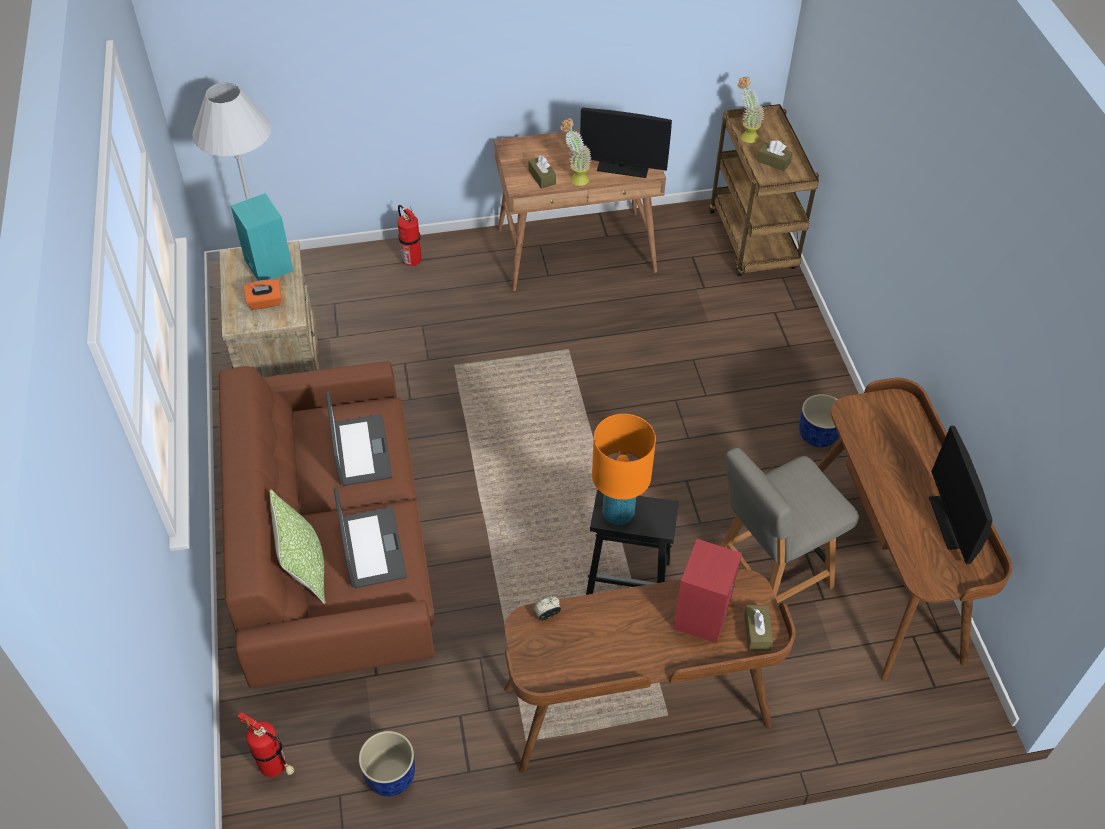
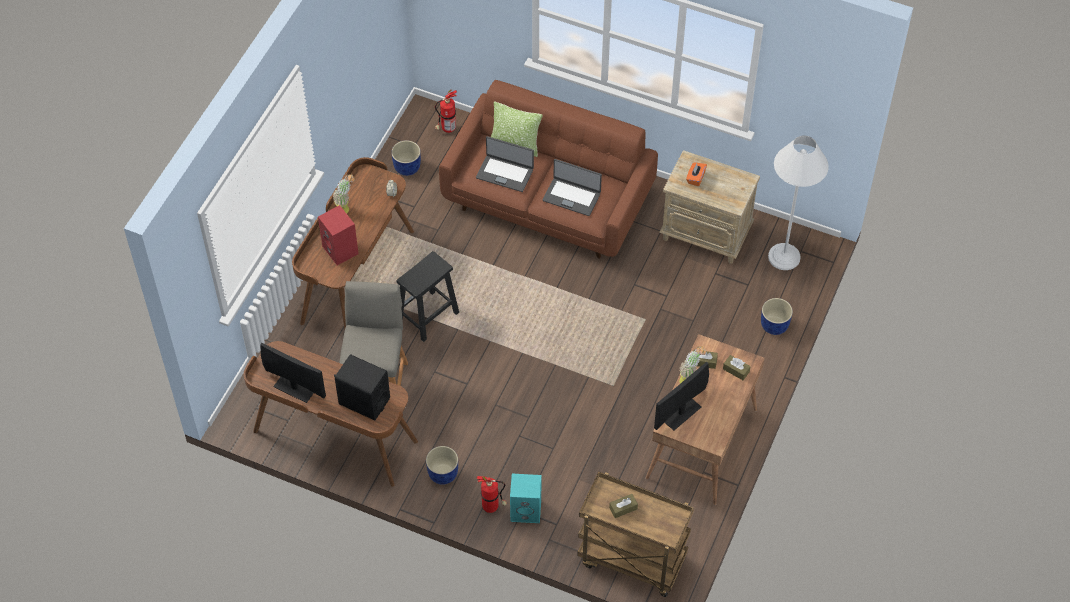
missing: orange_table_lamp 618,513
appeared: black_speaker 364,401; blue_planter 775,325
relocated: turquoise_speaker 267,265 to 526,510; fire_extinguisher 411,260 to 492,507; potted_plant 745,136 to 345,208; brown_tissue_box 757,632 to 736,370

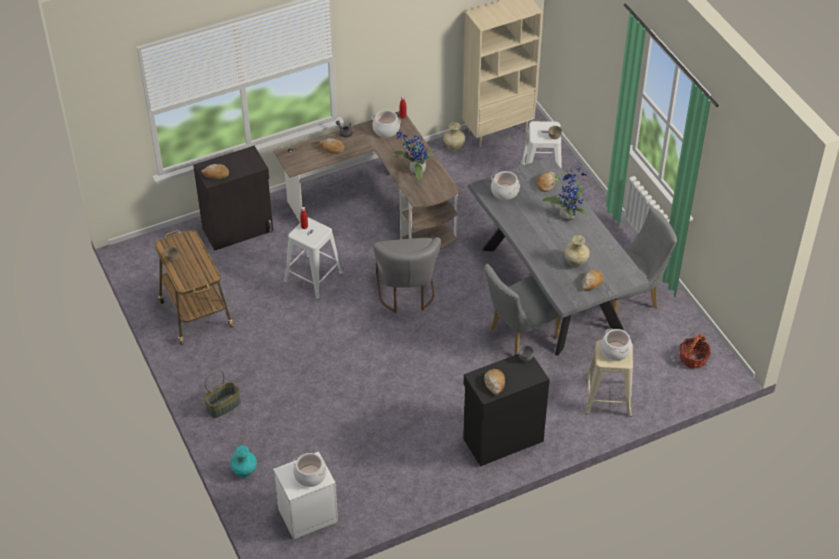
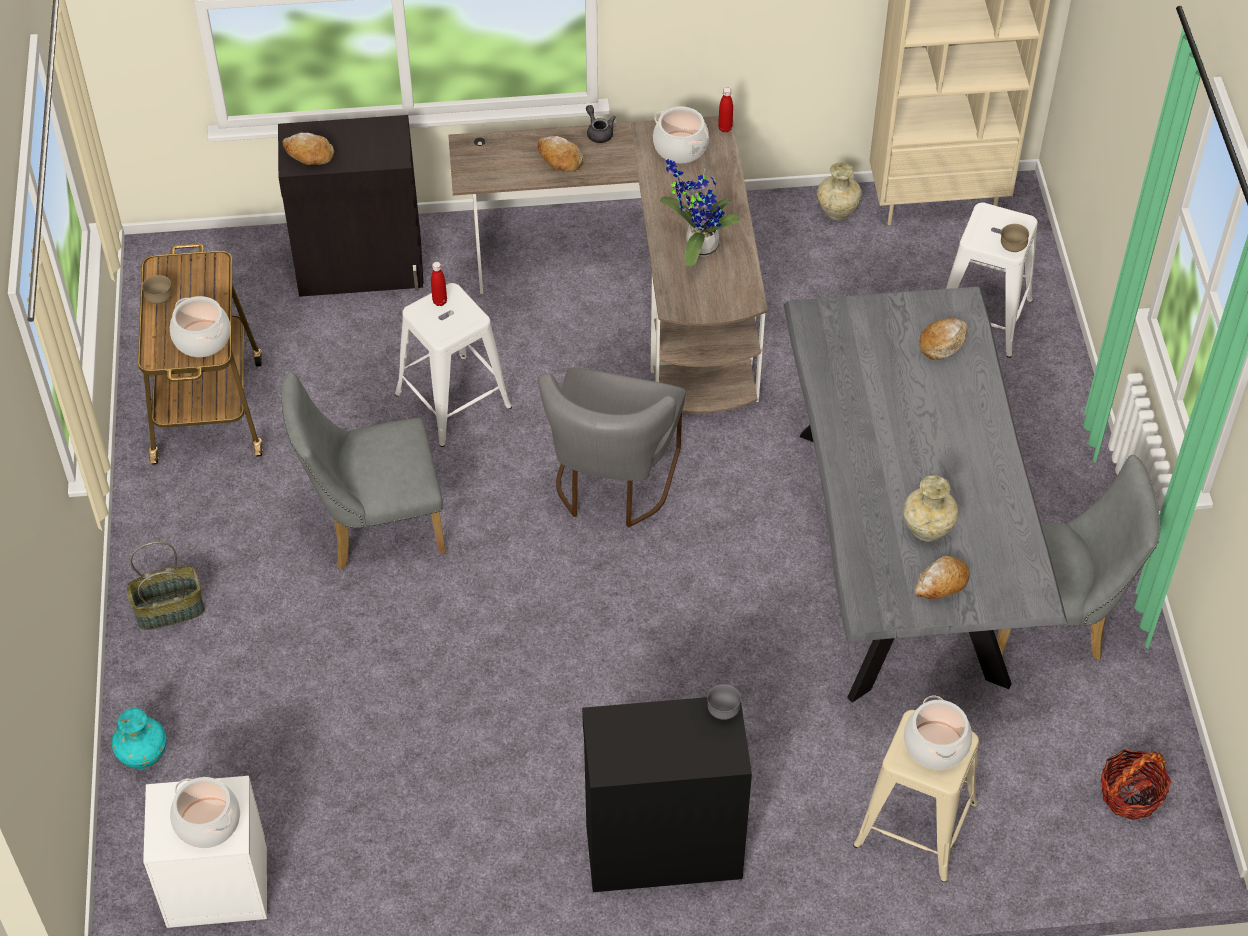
missing: bread 495,384; potted_plant 568,214
relocated: grey_chair 519,335 to 373,526; cooking_pot 504,192 to 202,339

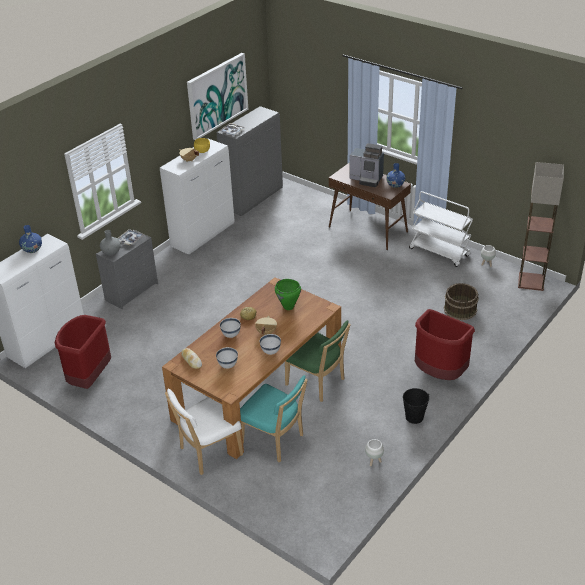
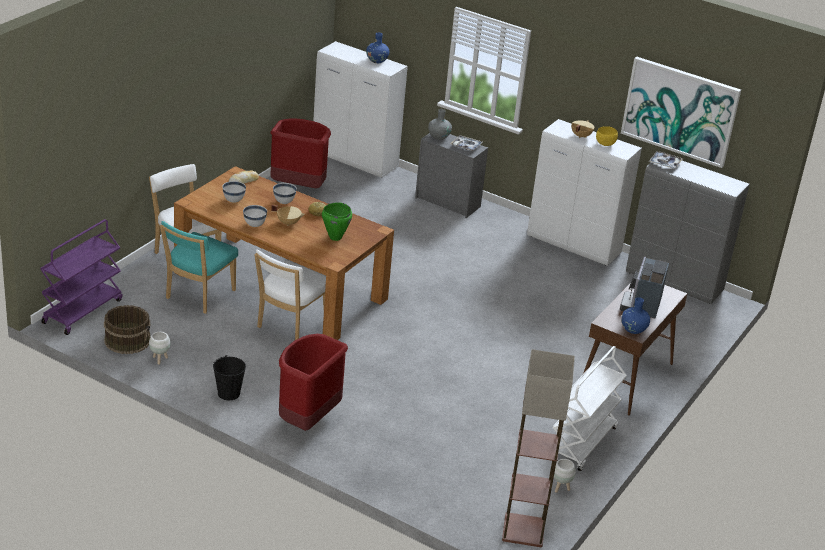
appeared: purple_cart 82,311
relocated: brown_bucket 460,309 to 127,340
colour: green_chair 317,383 to white_chair 290,325

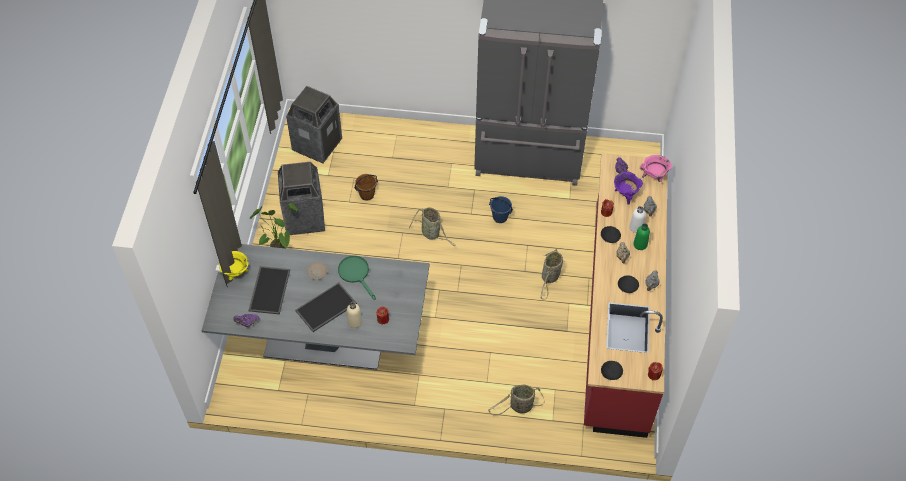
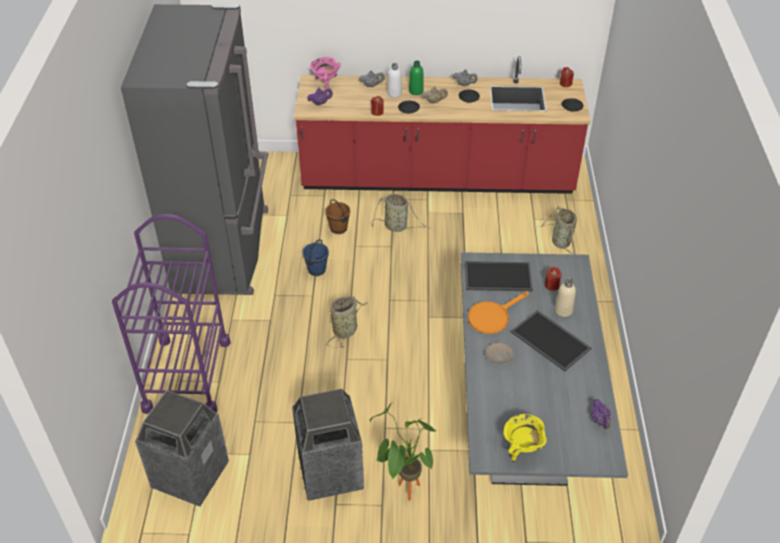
missing: purple_cooking_pot 625,194
appeared: purple_cart 187,375
relocated: tray 268,289 to 497,277; brown_bucket 367,194 to 338,229
colour: green_frying_pan 356,274 to orange_frying_pan 492,316

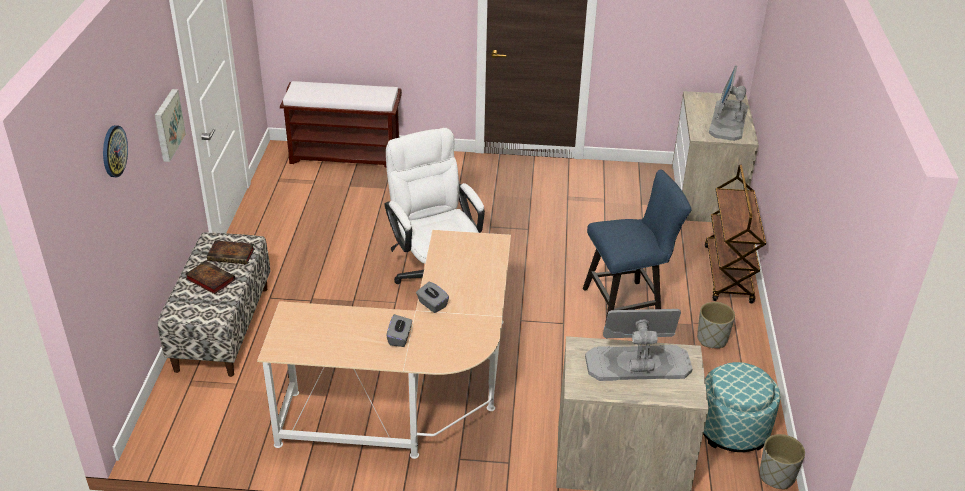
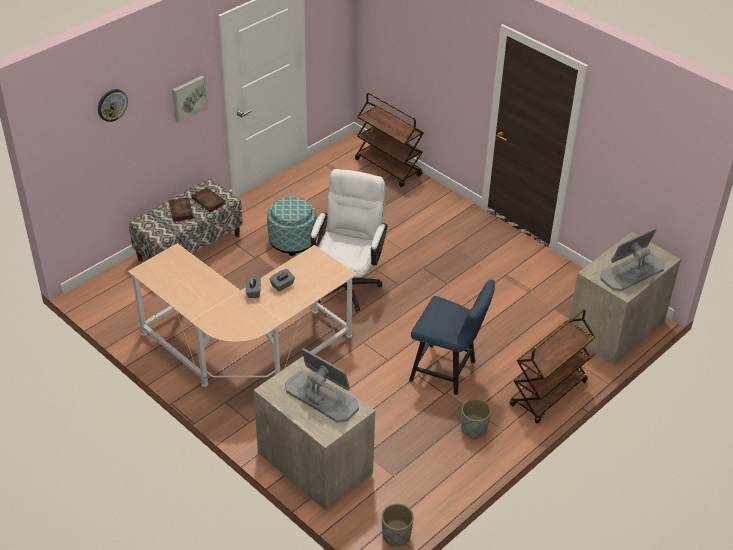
relocated: grey_tissue_box 400,338 to 282,285; ottoman 732,429 to 292,241
exchanged: brown_bench 346,156 to brown_cart 388,168

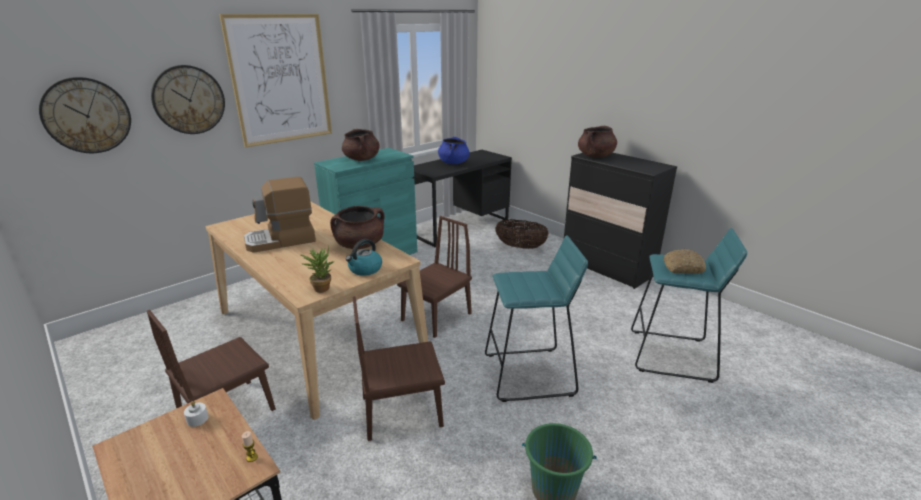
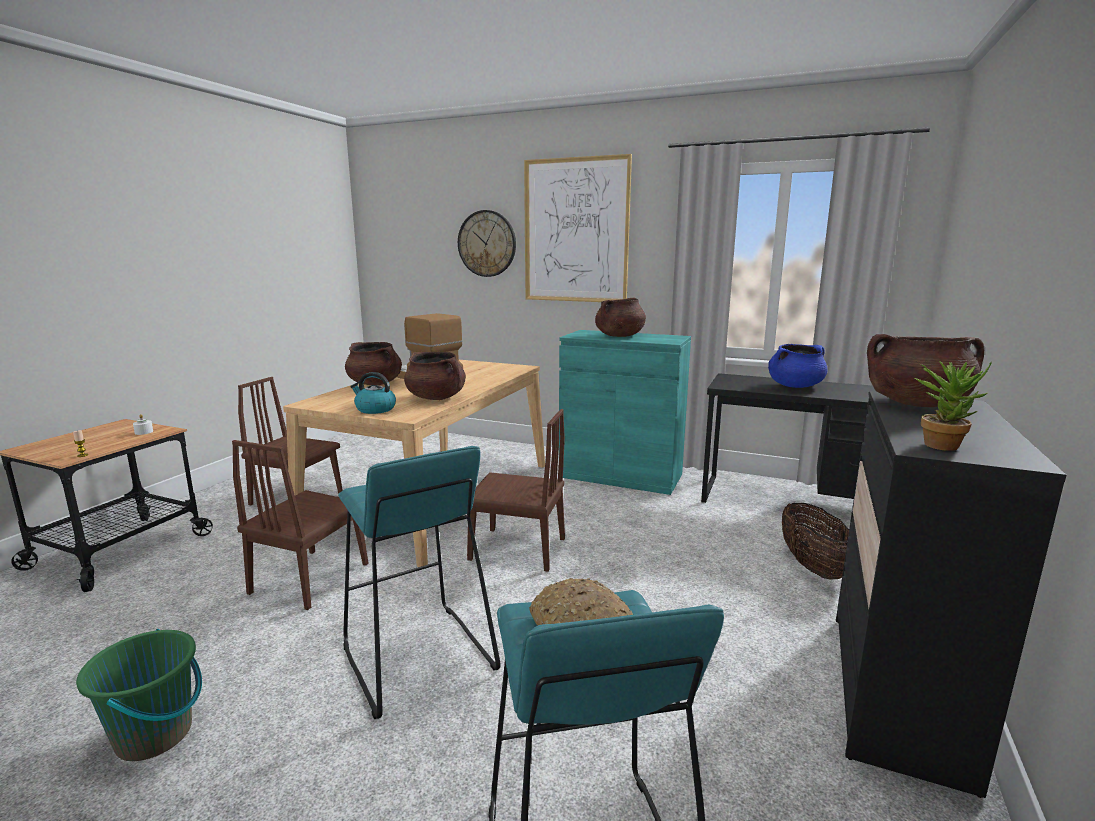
missing: wall_clock 86,115
appeared: brown_cooking_pot 375,384
relocated: potted_plant 321,287 to 942,444
spun: brown_chair 402,411 = 310,578 120 degrees counterclockwise

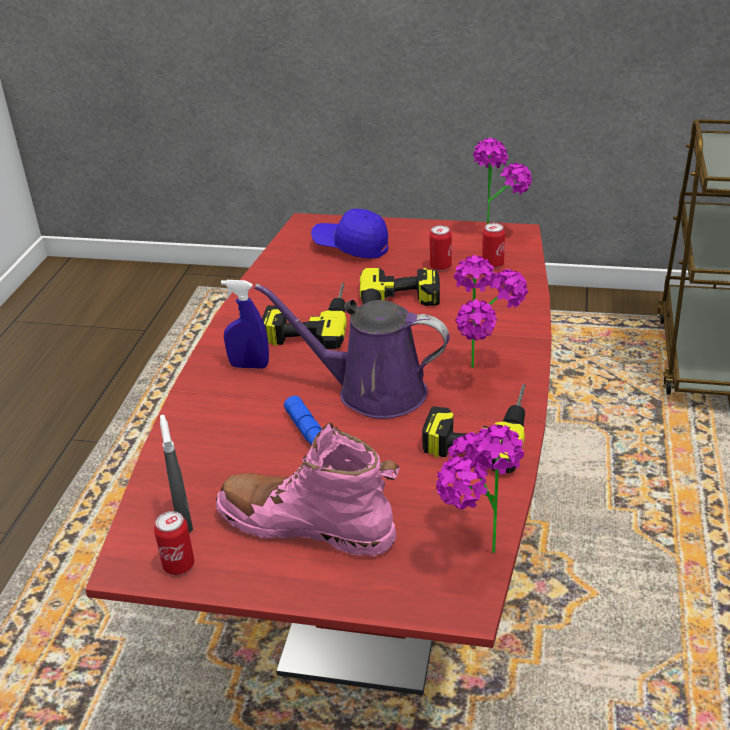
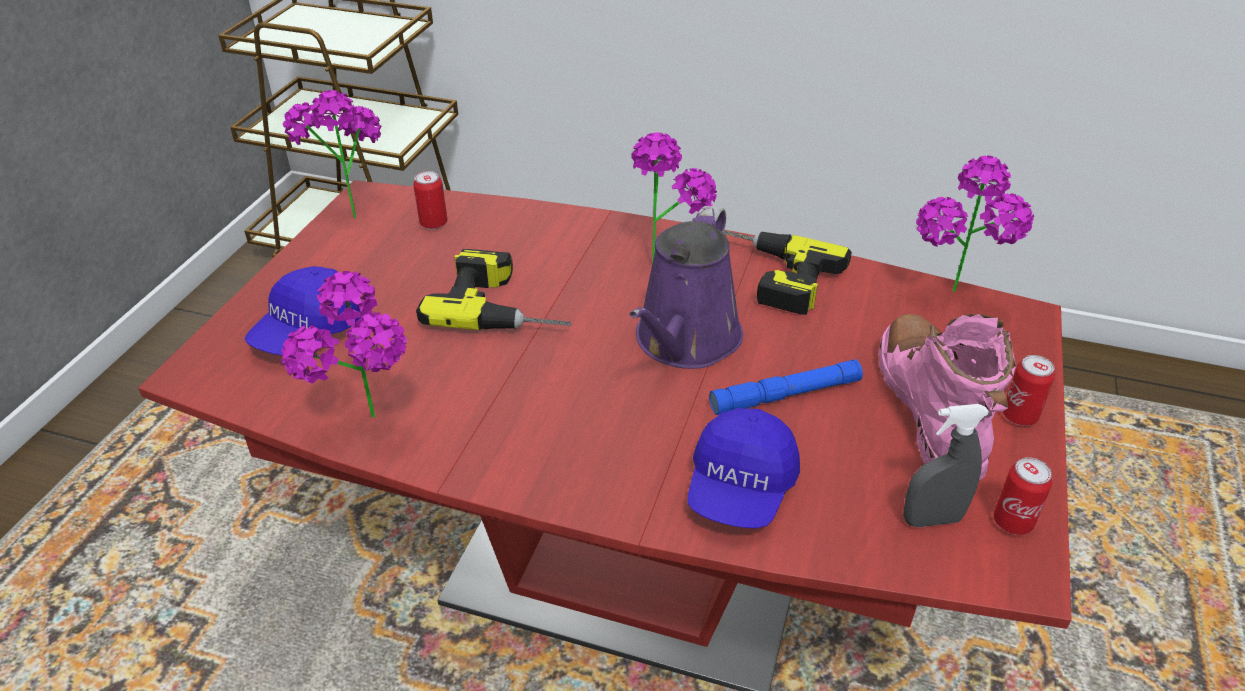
missing: blue_spray_bottle 249,366; power_drill 309,321
appeared: potted_plant 370,432; blue_cap 740,489
relocated: can 440,267 to 1019,416
spun: pink_boot 307,526 = 930,410 150 degrees clockwise

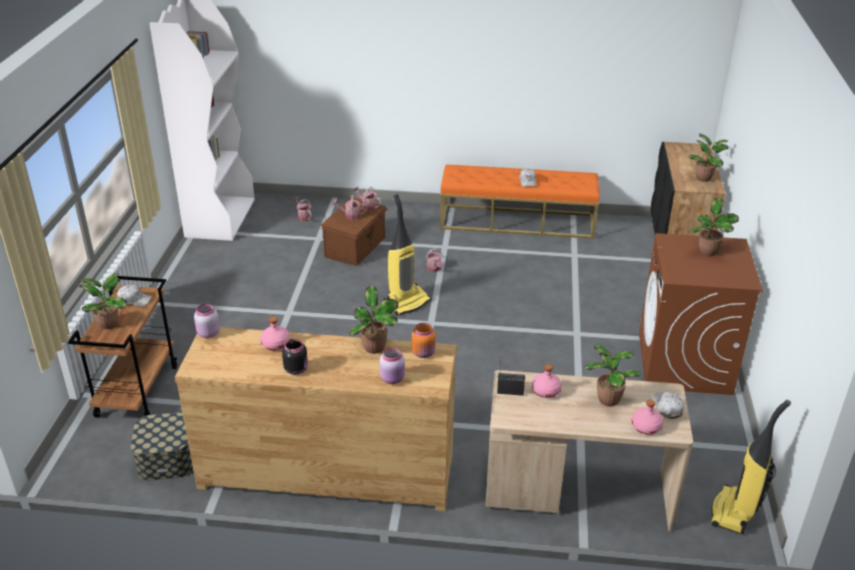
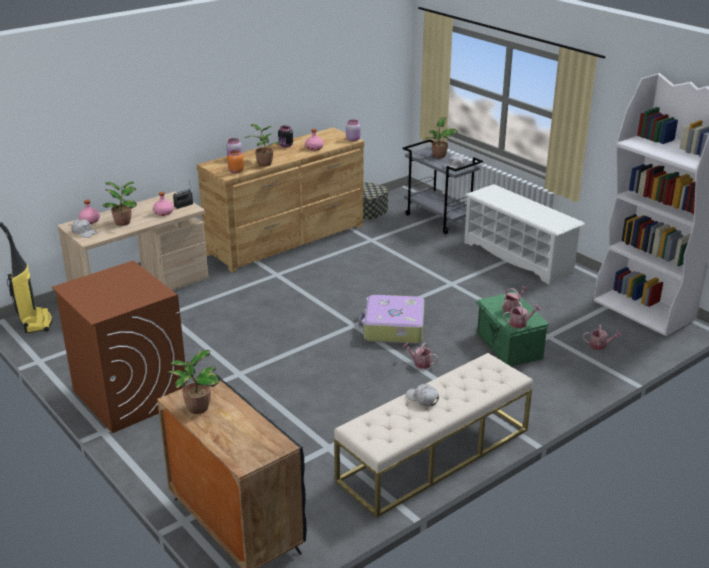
missing: potted_plant 708,252
appeared: white_shoe_rack 518,257
exchanged: vacuum_cleaner 406,303 to suitcase 393,328
colour: brown_cart 137,391 to grey_cart 439,219; brown_storage_box 356,247 to green_storage_box 508,346; orange_bench 517,221 to beige_bench 434,455

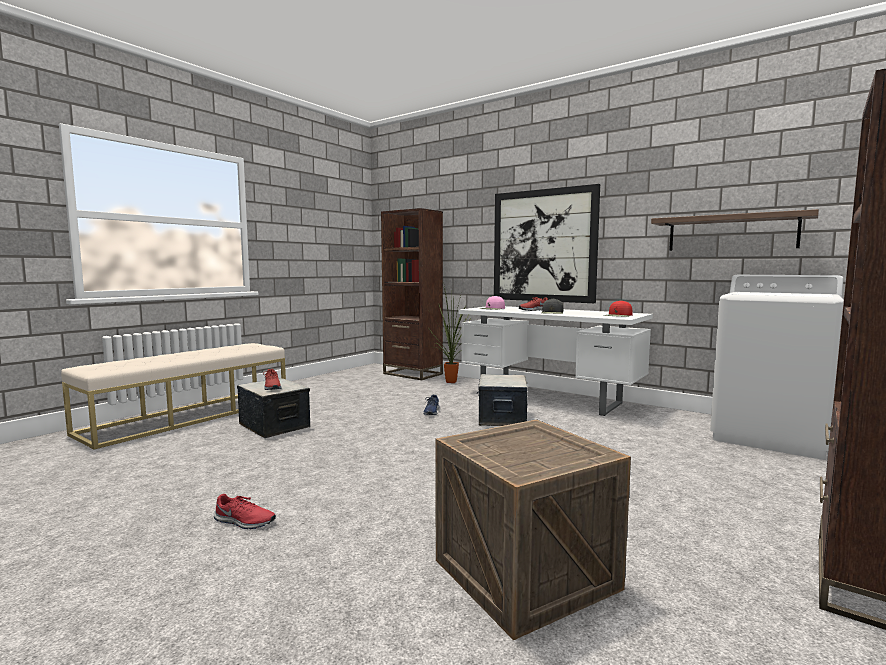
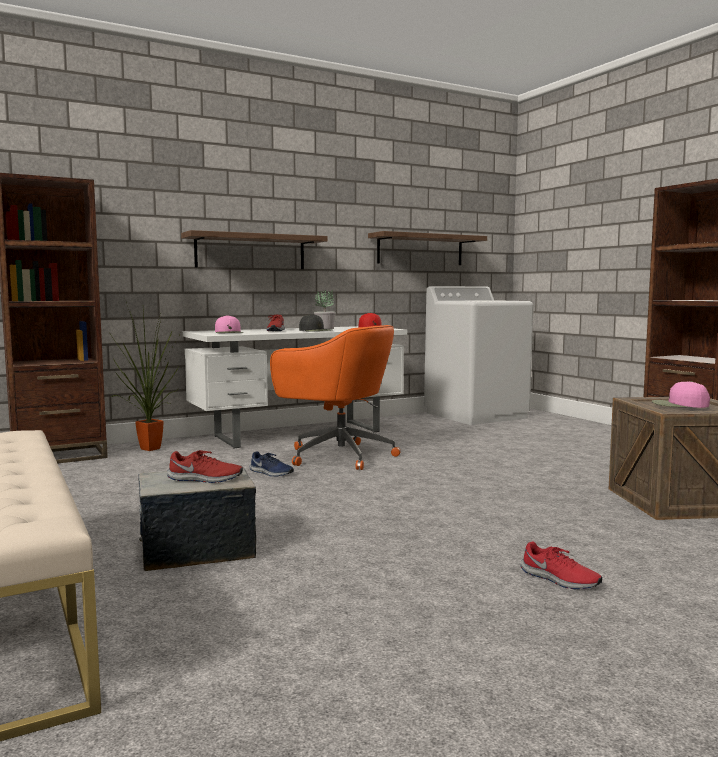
appeared: potted_plant 325,328; pink_cap 679,404
exchanged: storage_box 501,418 to orange_office_chair 337,455; picture 543,246 to shelf 250,252
spun: red_shoe 244,522 = 559,579 90 degrees clockwise

